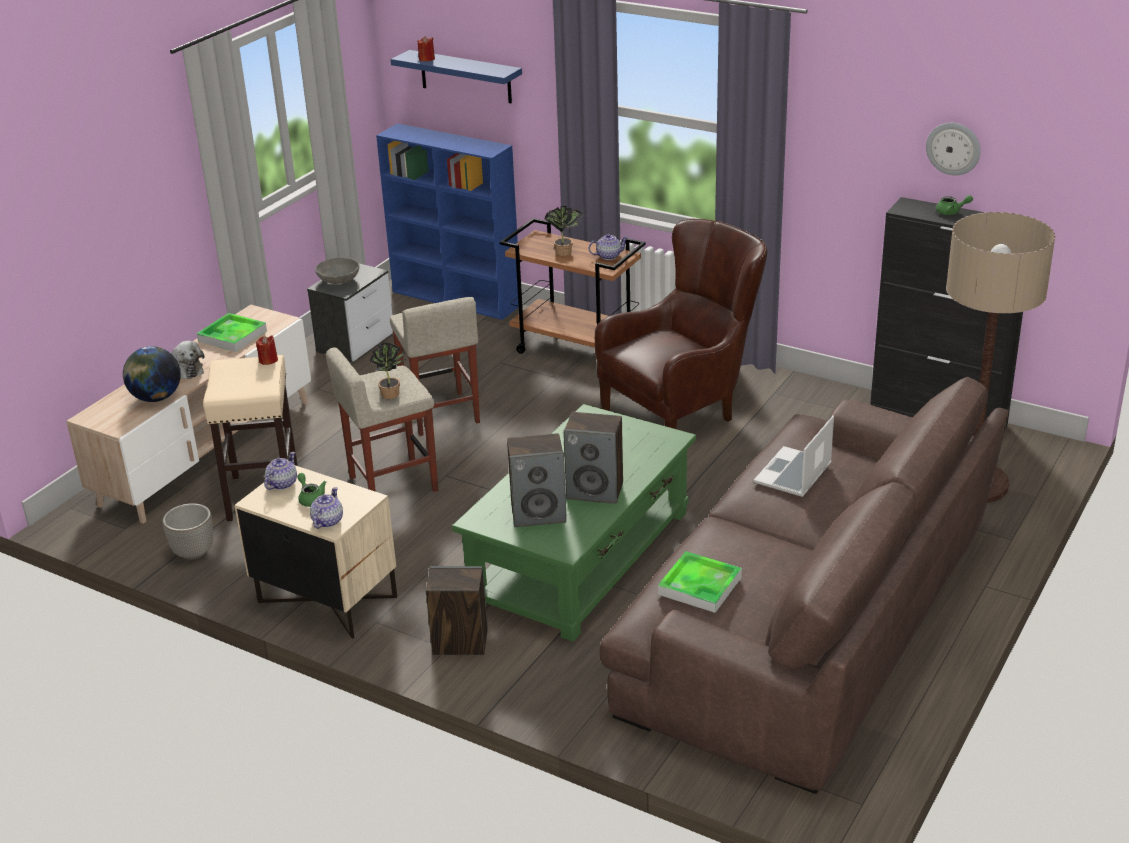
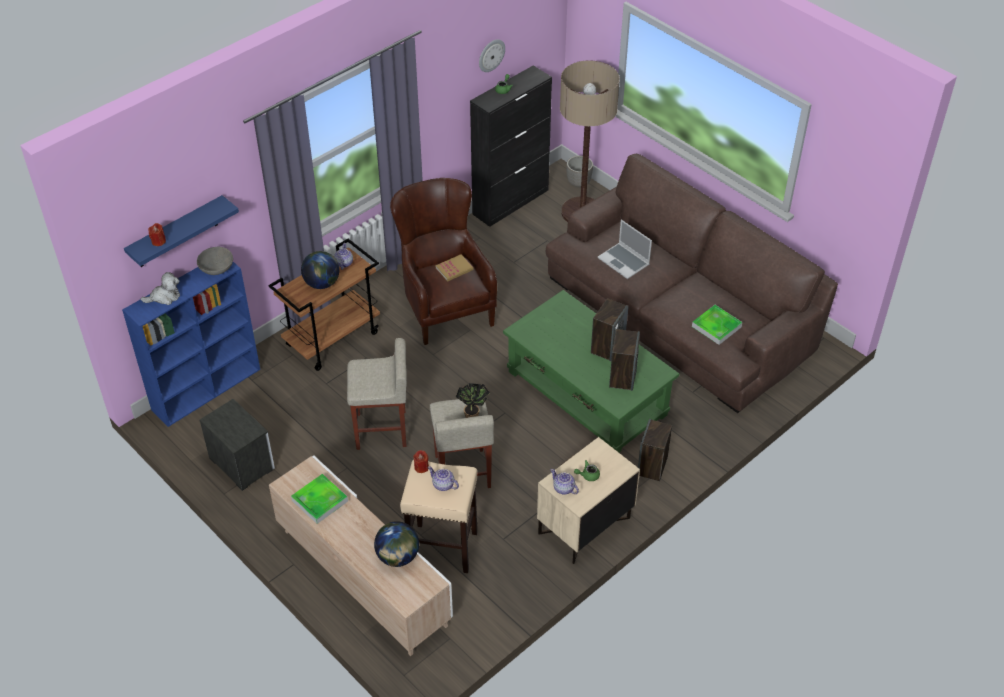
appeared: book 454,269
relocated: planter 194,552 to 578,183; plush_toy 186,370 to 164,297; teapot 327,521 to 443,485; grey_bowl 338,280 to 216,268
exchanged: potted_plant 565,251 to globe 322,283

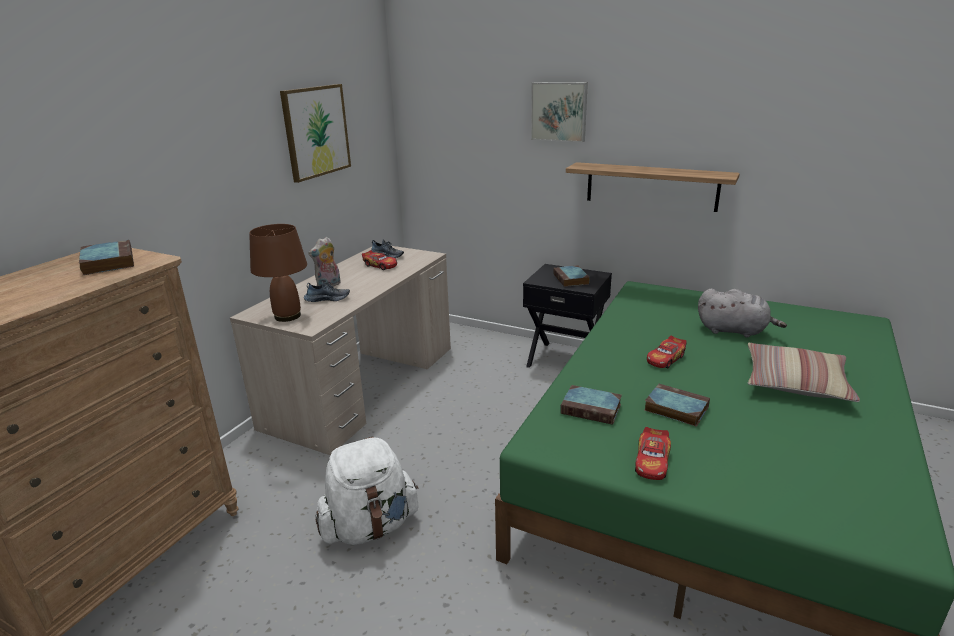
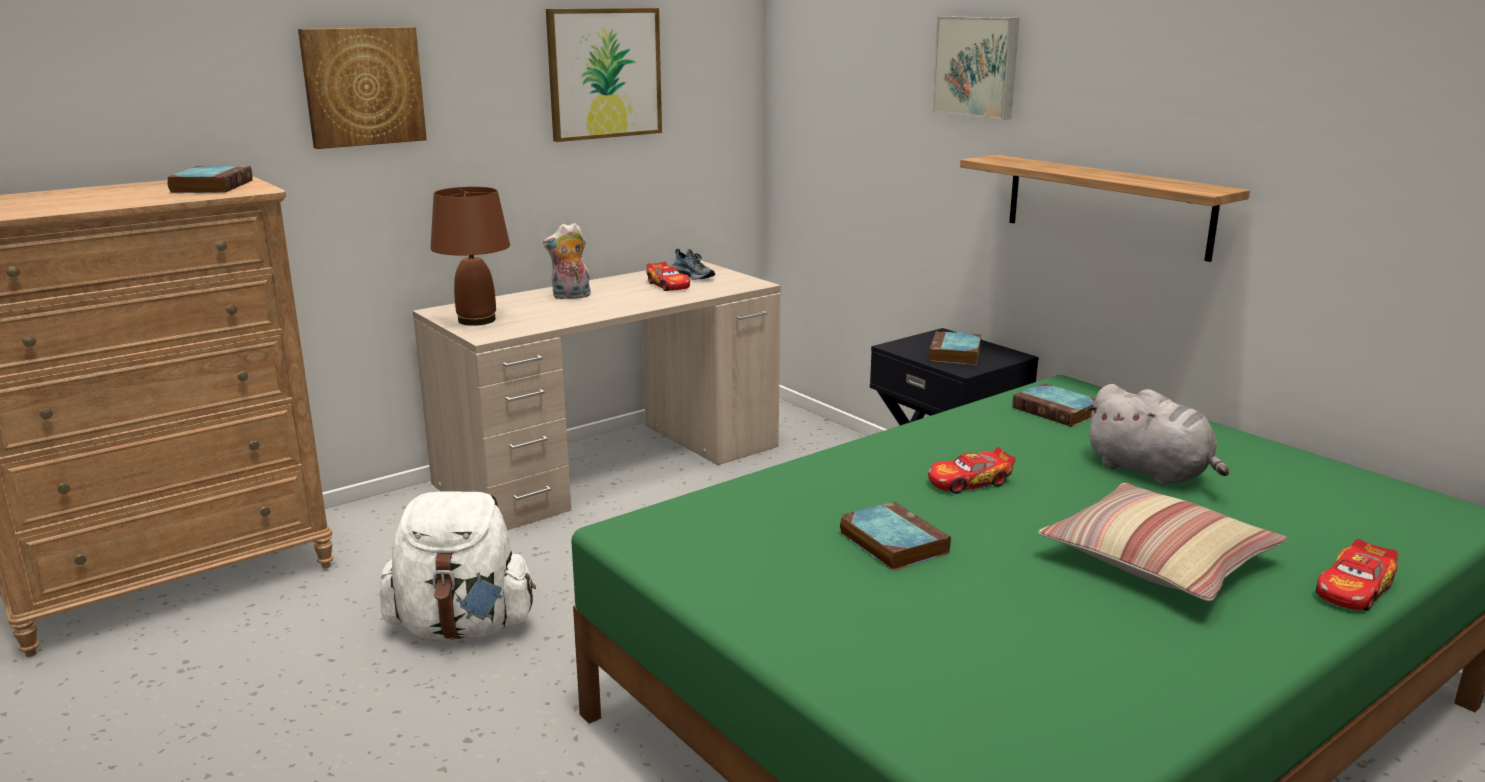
missing: shoe 327,299
appeared: picture 363,86
relocated: book 592,409 to 1058,411; toy_car 652,462 to 1354,590

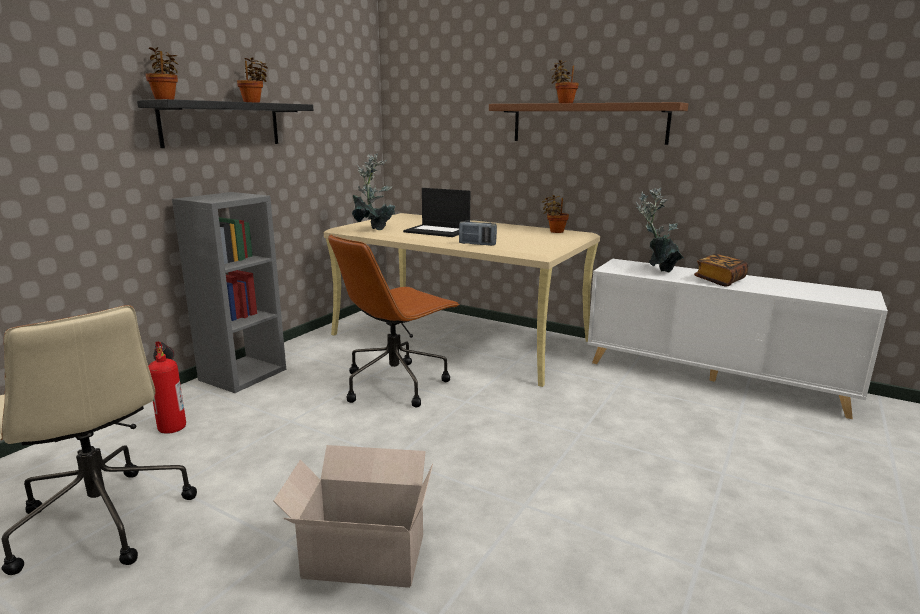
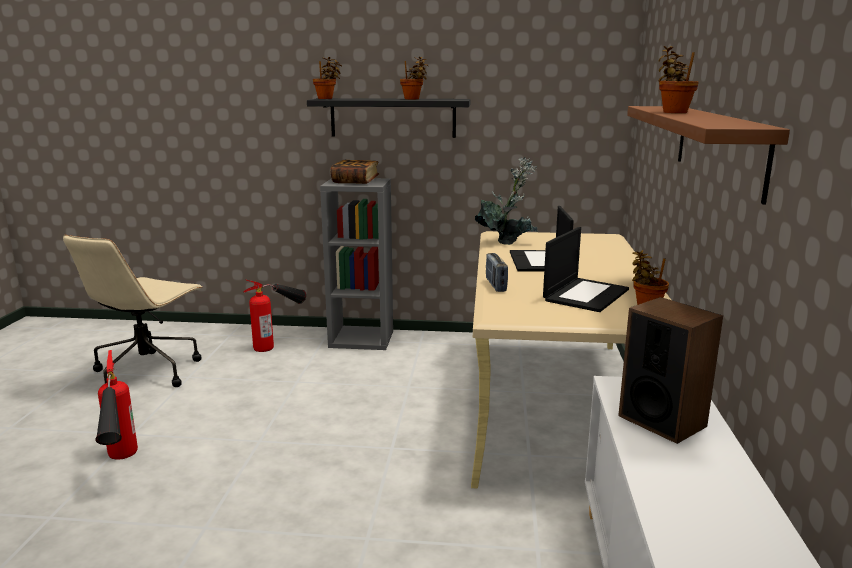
missing: brown_office_chair 396,384
appeared: laptop 585,294
relocated: book 719,280 to 355,182
exchanged: cardboard_box 361,555 to fire_extinguisher 121,466; potted_plant 657,271 to speaker 662,421

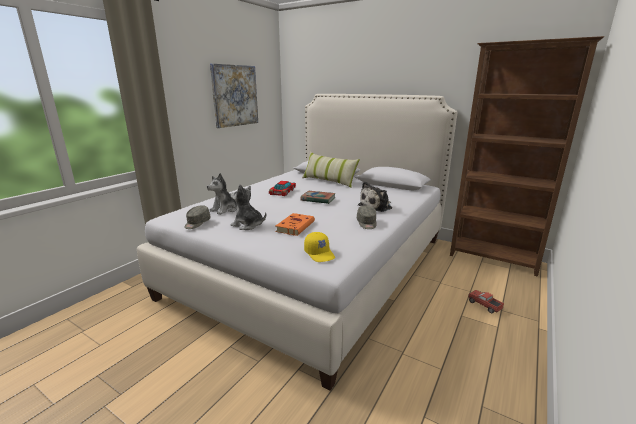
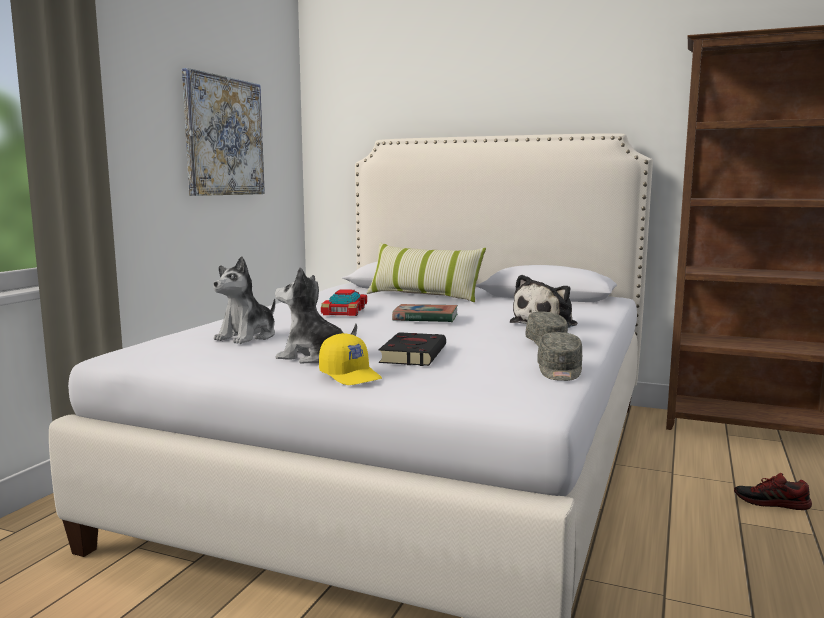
relocated: grey_cap 197,223 to 559,371; yellow_cap 320,254 to 351,375
exchanged: toy_truck 484,306 to shoe 771,503
colour: orange_book 295,226 to black_book 413,354

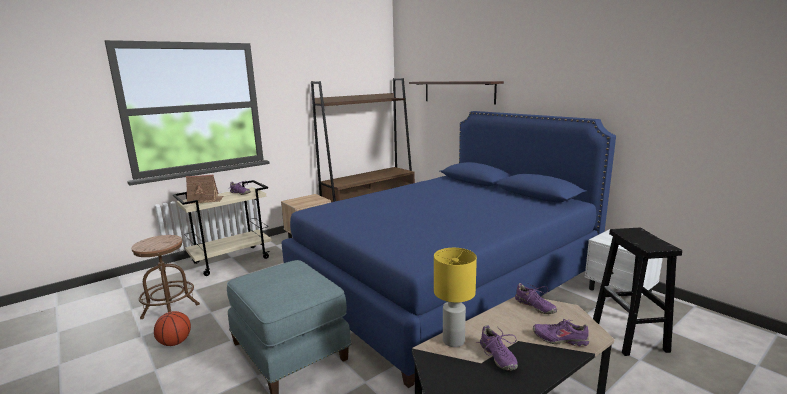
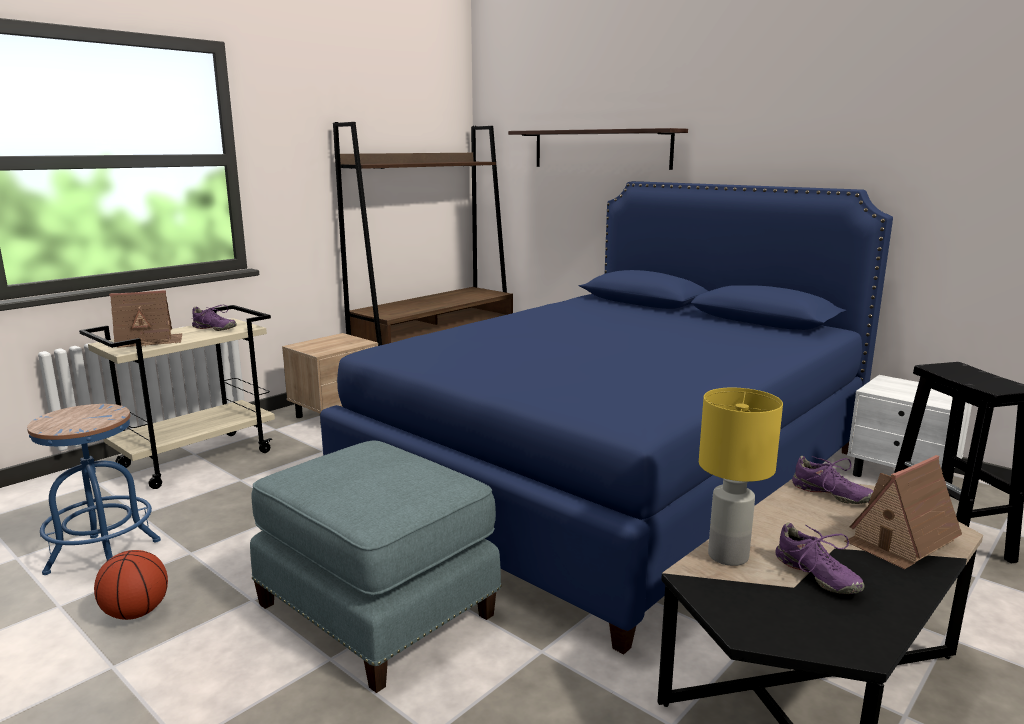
exchanged: purple_shoe 560,339 to toy_house 900,541
colour: brown_stool 170,311 to blue_stool 104,557

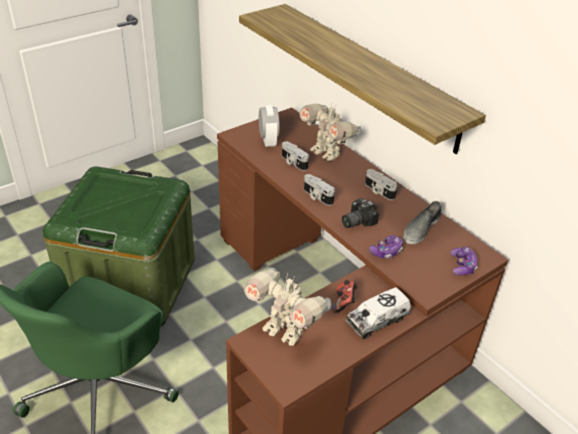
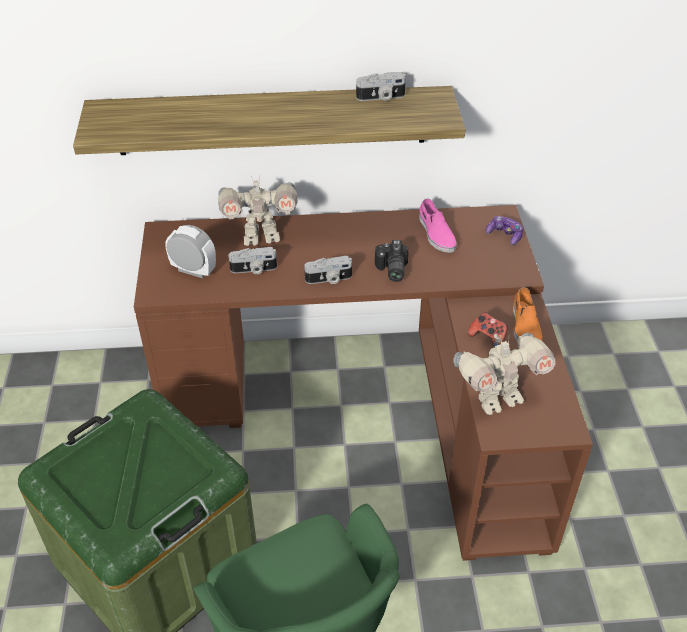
missing: game_controller 386,252
relocated: photo_camera 378,191 to 381,97
exchanged: toy_truck 377,320 to orange_shoe 525,327
colour: grey_shoe 420,228 to pink_shoe 436,233

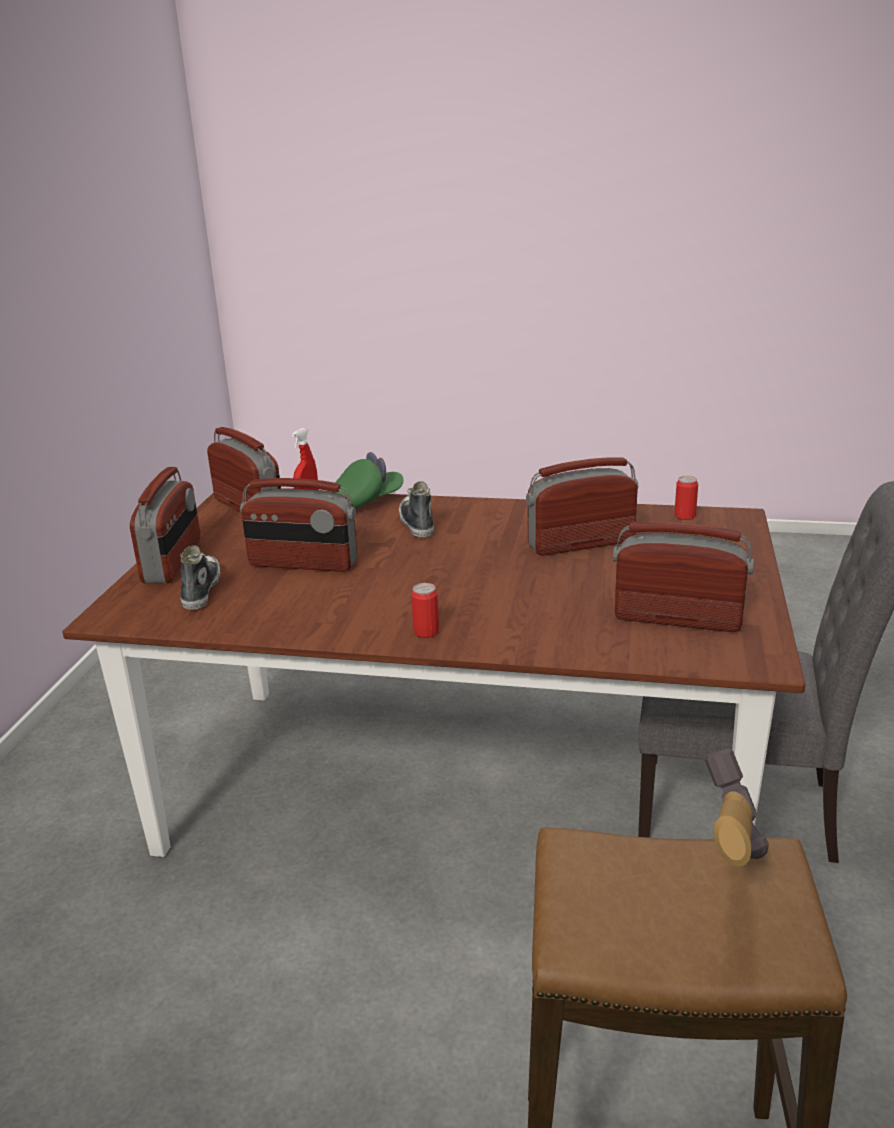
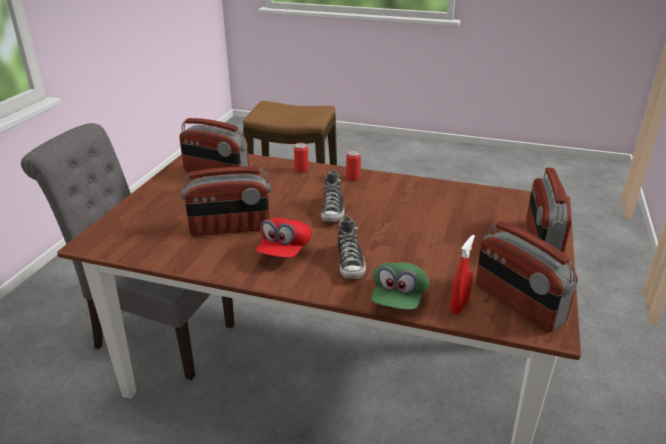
missing: radio 303,564; hammer 717,892
appeared: red_cap 284,251
relocated: shoe 200,590 to 333,211; can 684,516 to 301,169
spun: green_cap 365,502 = 398,299 45 degrees counterclockwise

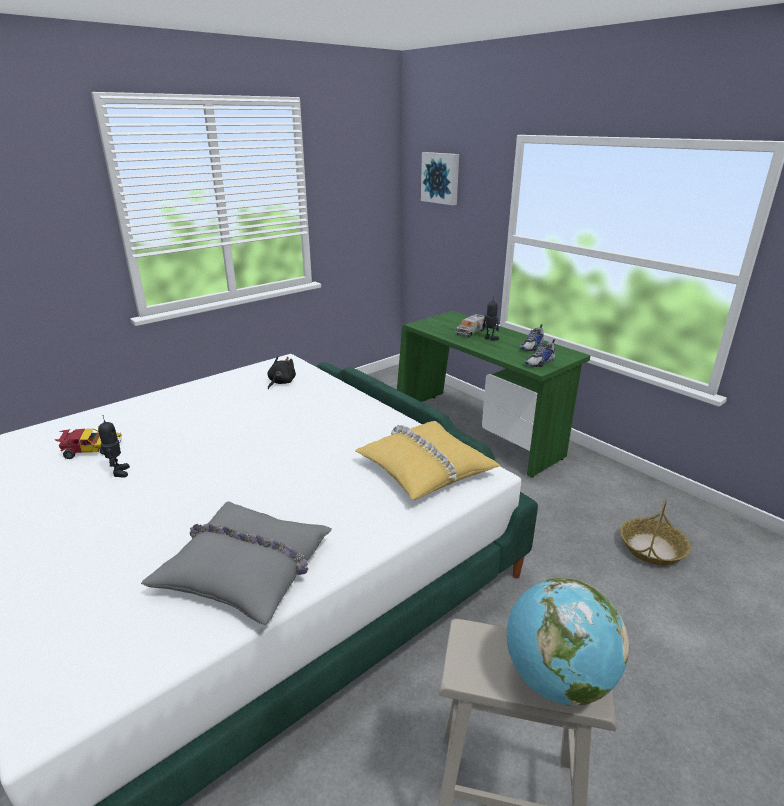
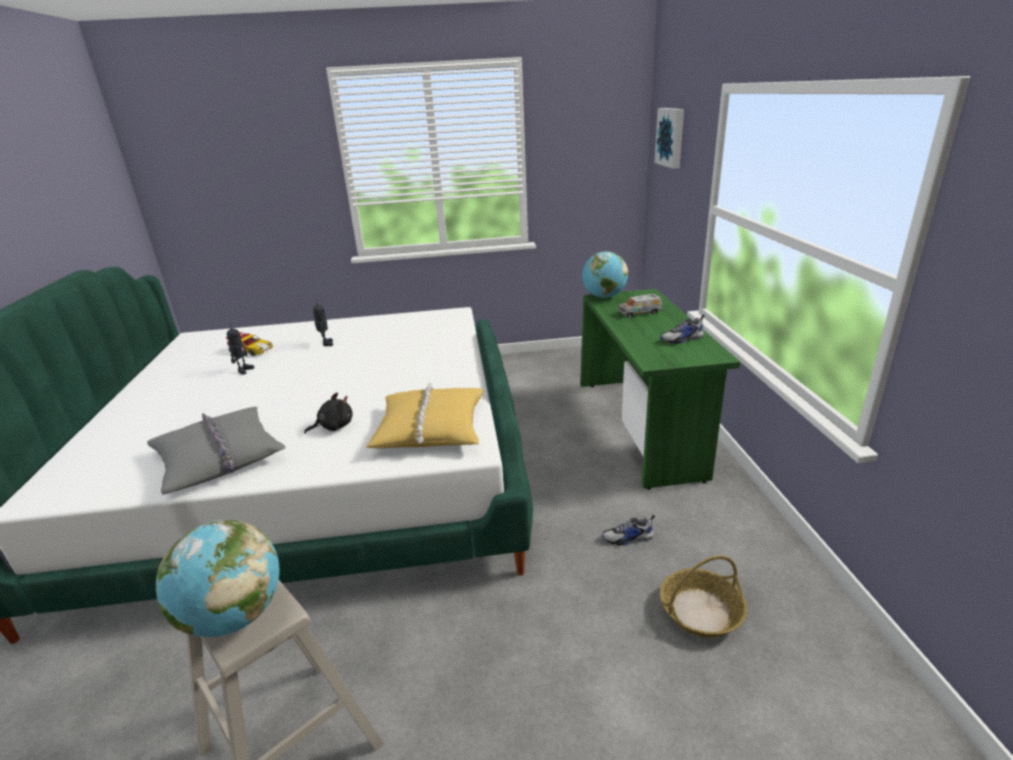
appeared: globe 604,297
relocated: black_plush_toy 281,382 to 334,426; toy_robot 490,339 to 326,344; shoe 540,362 to 628,538

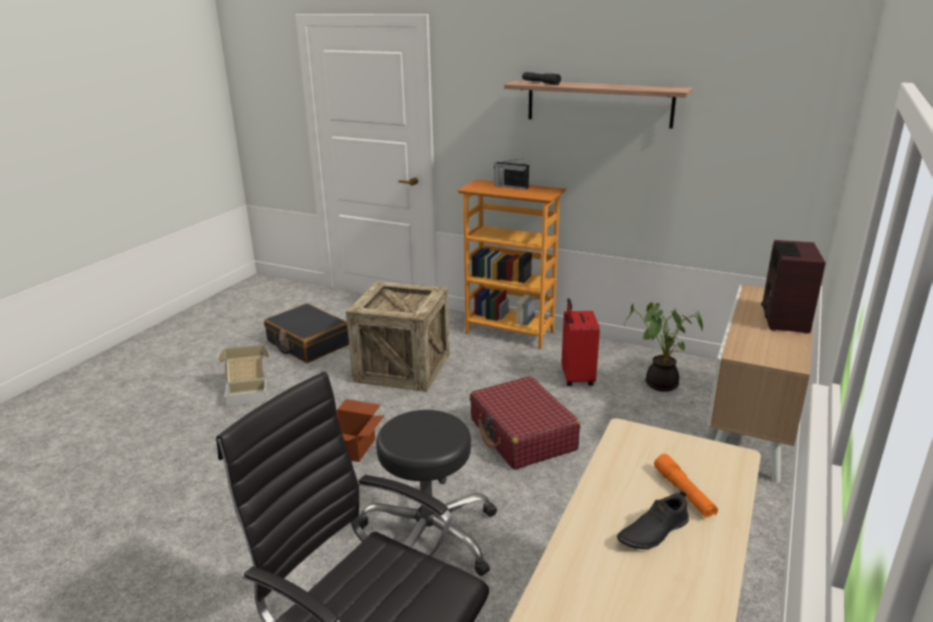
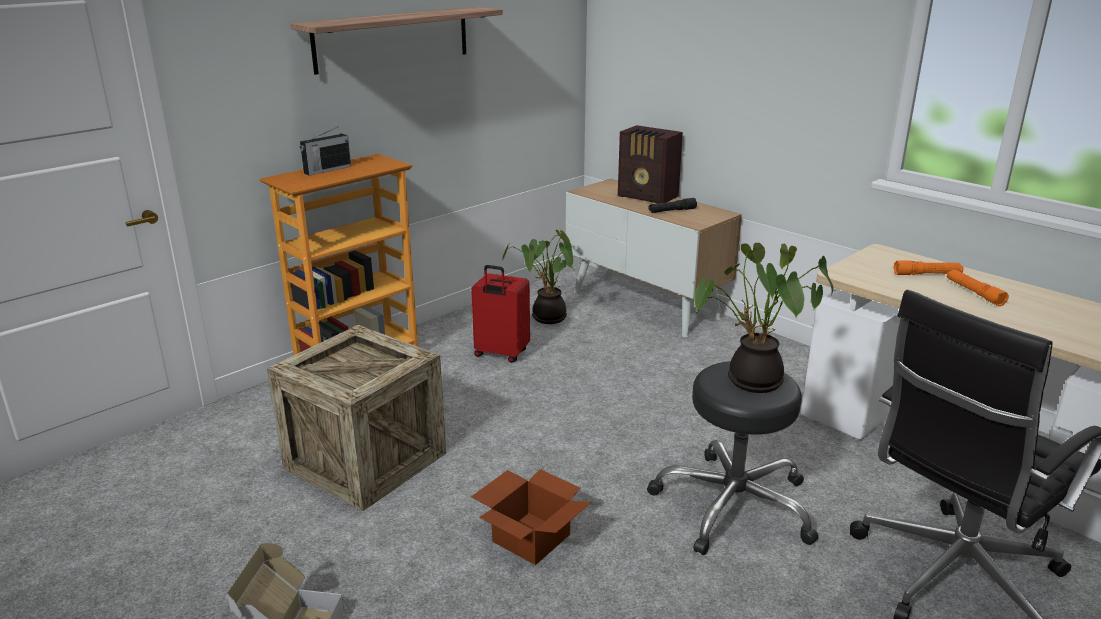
missing: black_suitcase 307,343; red_suitcase 522,435
appeared: potted_plant 751,383
relocated: black_flashlight 540,83 to 672,211
exchanged: black_shoe 652,531 to orange_flashlight 974,293

